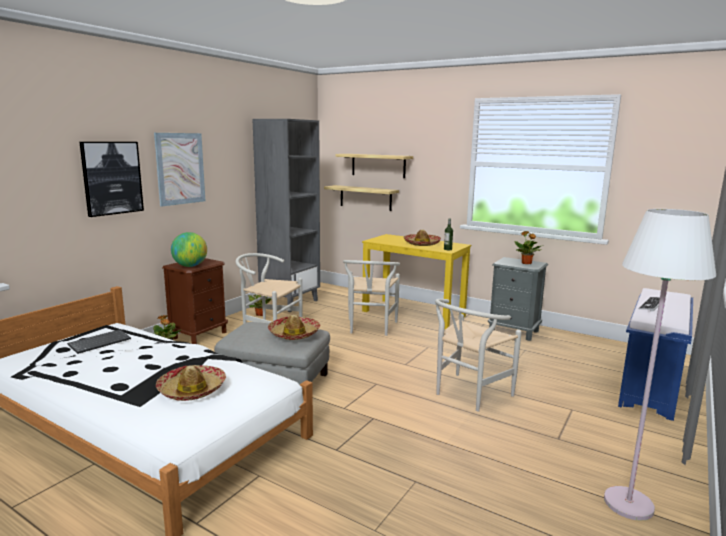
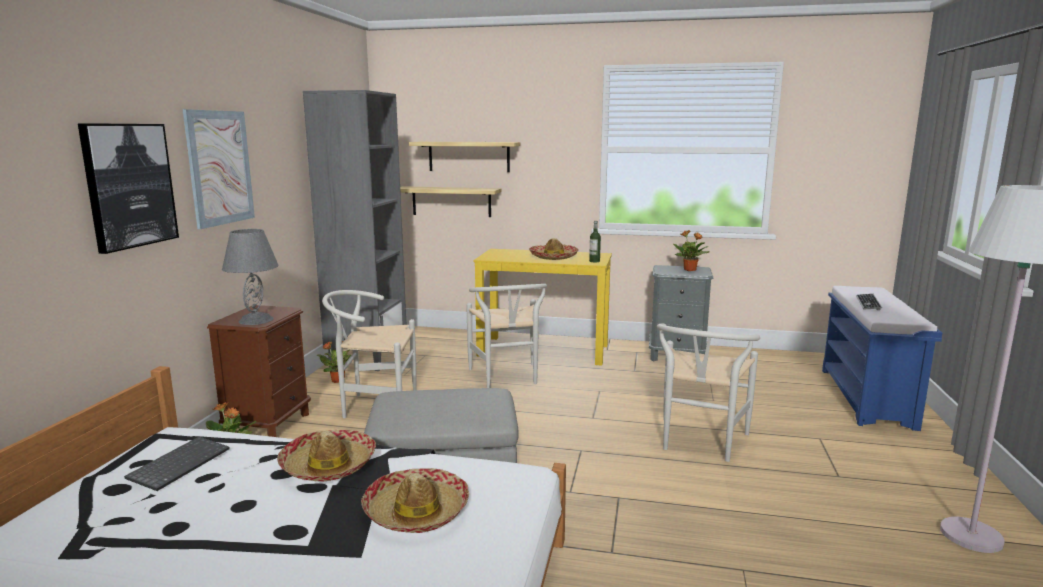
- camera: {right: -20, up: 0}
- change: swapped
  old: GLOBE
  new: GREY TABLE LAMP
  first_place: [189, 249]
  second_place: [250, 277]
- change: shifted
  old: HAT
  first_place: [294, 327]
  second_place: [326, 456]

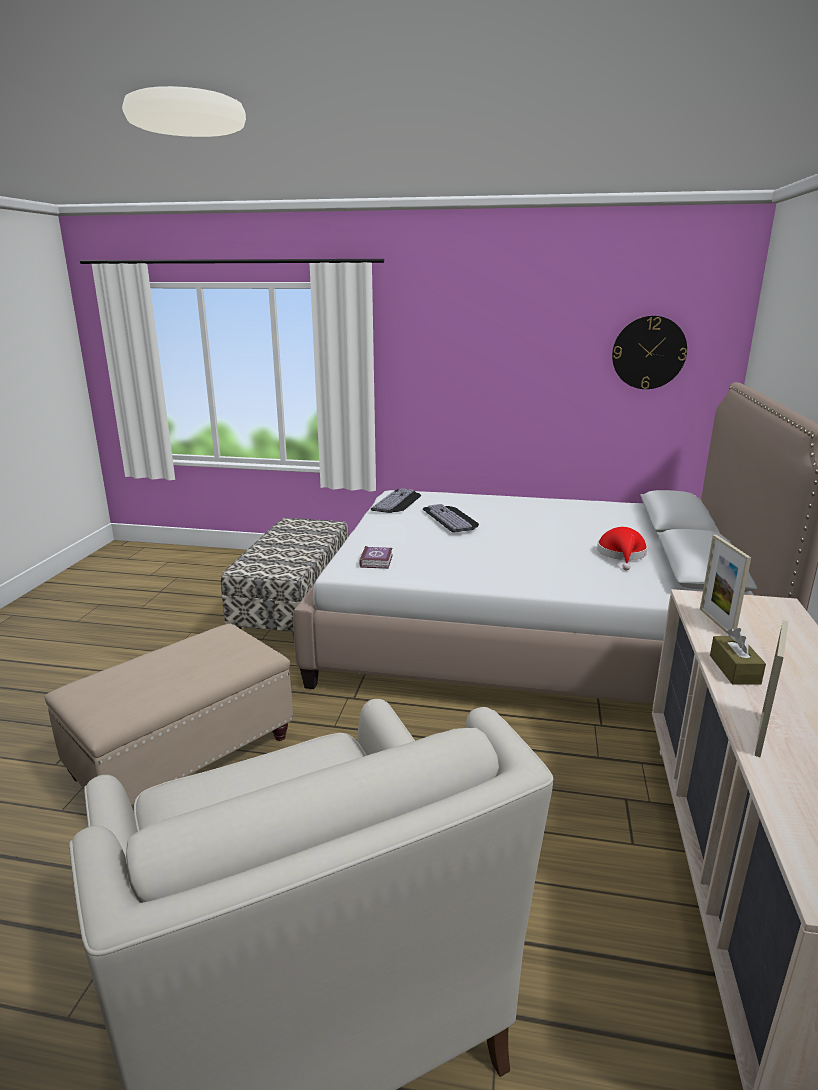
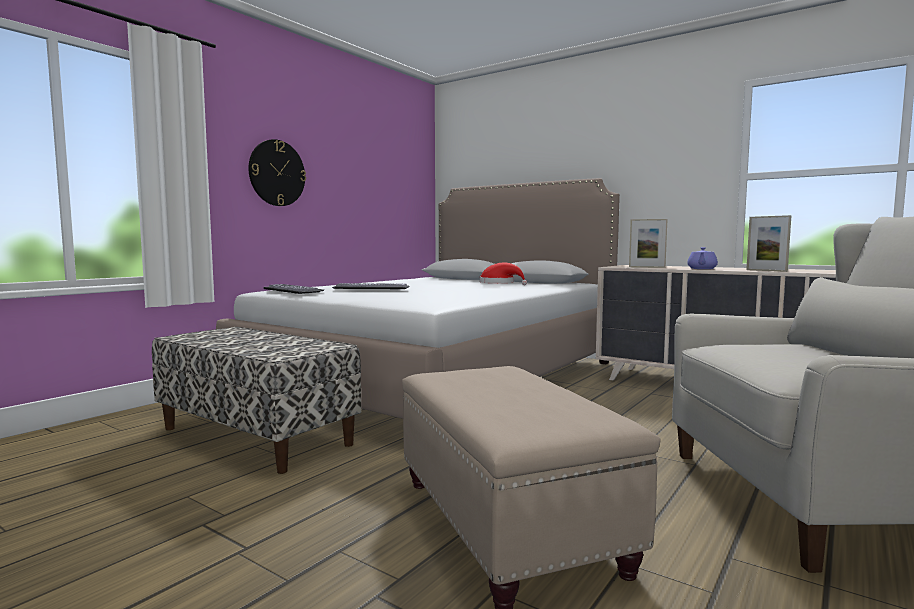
- camera: {right: -65, up: -15}
- change: gone
  old: BOOK
  first_place: [376, 557]
- change: shifted
  old: WALL CLOCK
  first_place: [649, 352]
  second_place: [277, 172]
- change: swapped
  old: BROWN TISSUE BOX
  new: PURPLE TEAPOT
  first_place: [738, 656]
  second_place: [702, 258]

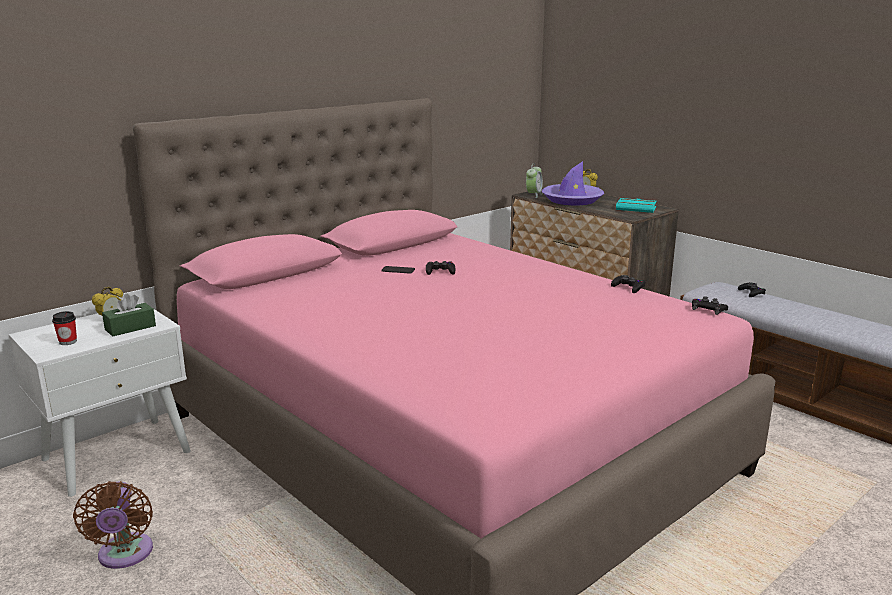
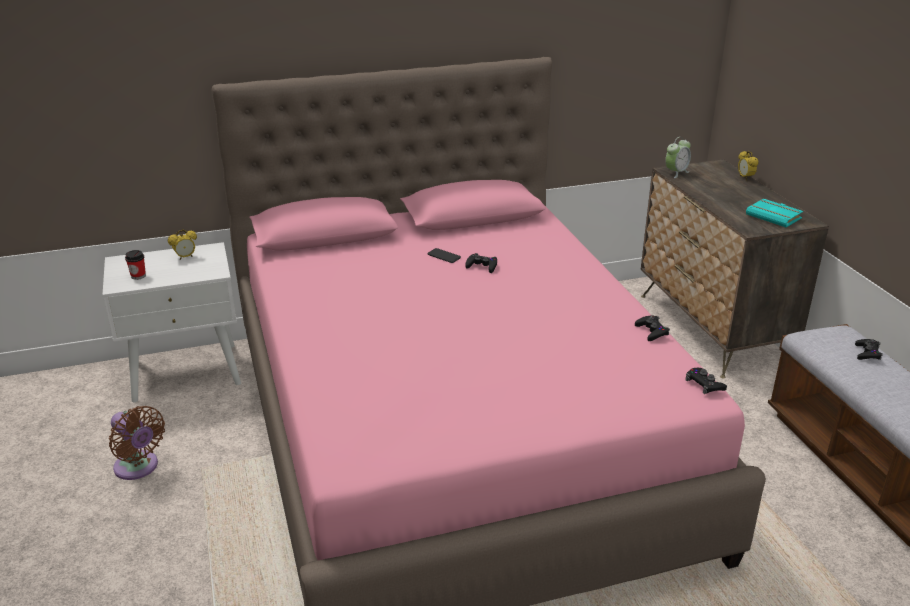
- camera: {right: 25, up: 10}
- change: rotated
  old: BROWN FAN
  first_place: [113, 525]
  second_place: [137, 443]
  degrees: -60
- change: gone
  old: GREEN TISSUE BOX
  first_place: [129, 315]
- change: gone
  old: PURPLE HAT
  first_place: [573, 183]

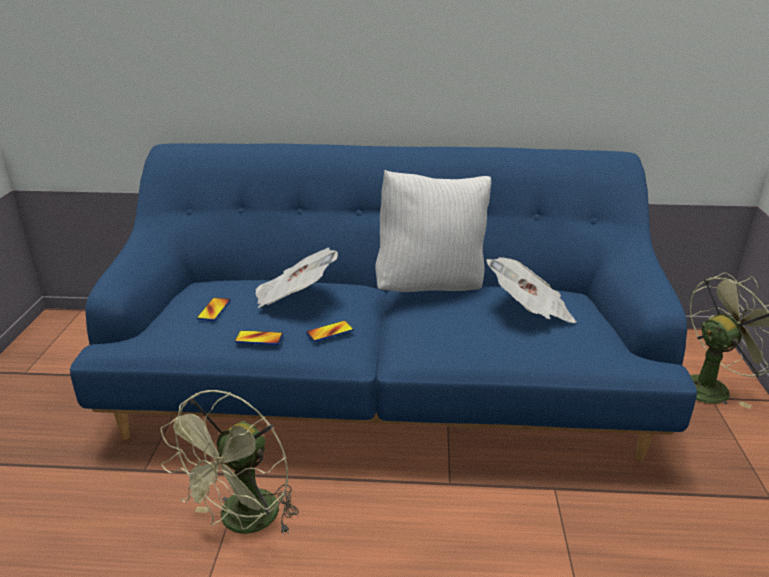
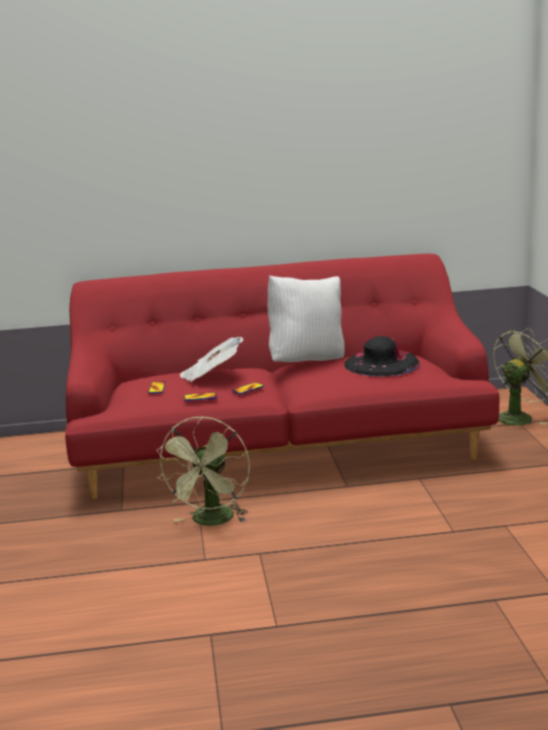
- camera: {right: -10, up: -10}
- change: repainted
  old: BLUE SOFA
  new: RED SOFA
  first_place: [383, 302]
  second_place: [282, 376]
- change: swapped
  old: NEWSPAPER
  new: BLACK HAT
  first_place: [531, 290]
  second_place: [382, 356]

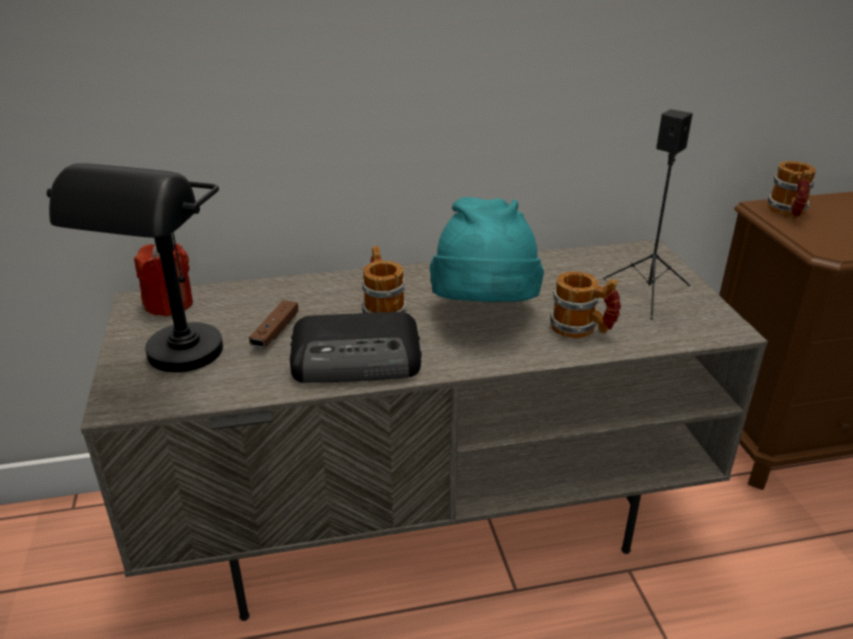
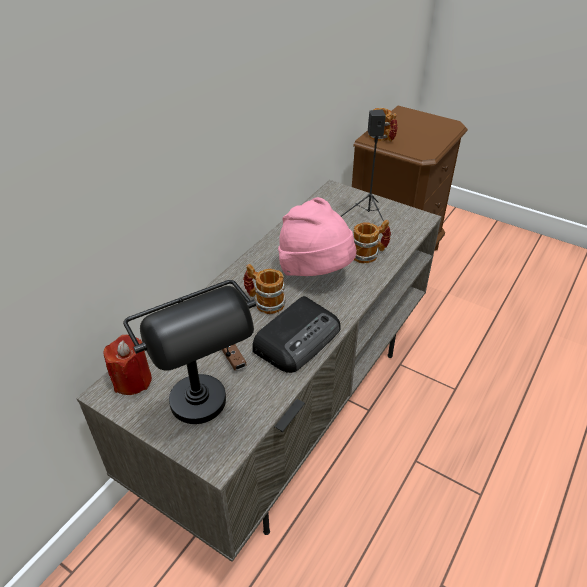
- camera: {right: -45, up: 10}
- change: repainted
  old: TURQUOISE HAT
  new: PINK HAT
  first_place: [487, 249]
  second_place: [317, 236]

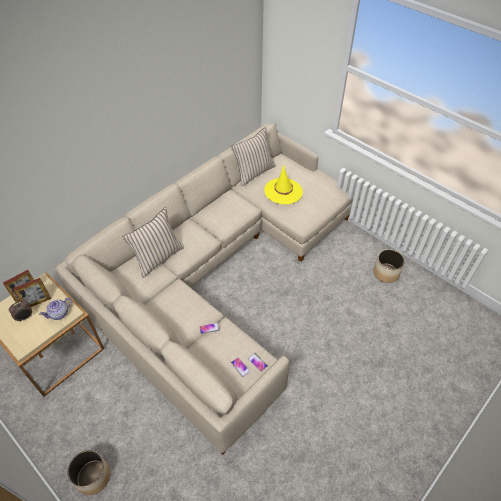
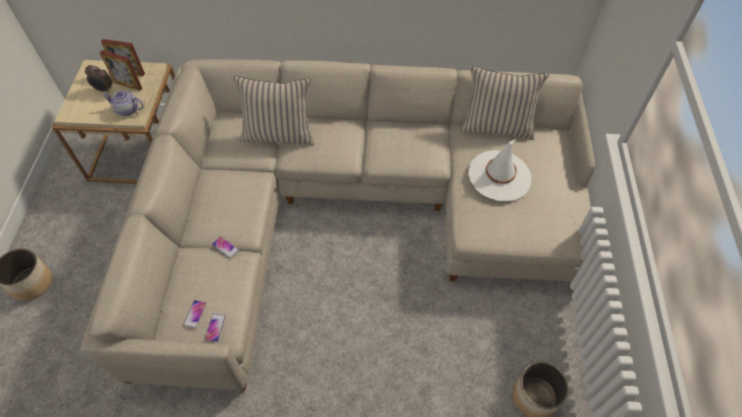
- camera: {right: 50, up: 5}
- change: repainted
  old: YELLOW HAT
  new: WHITE HAT
  first_place: [283, 185]
  second_place: [500, 170]

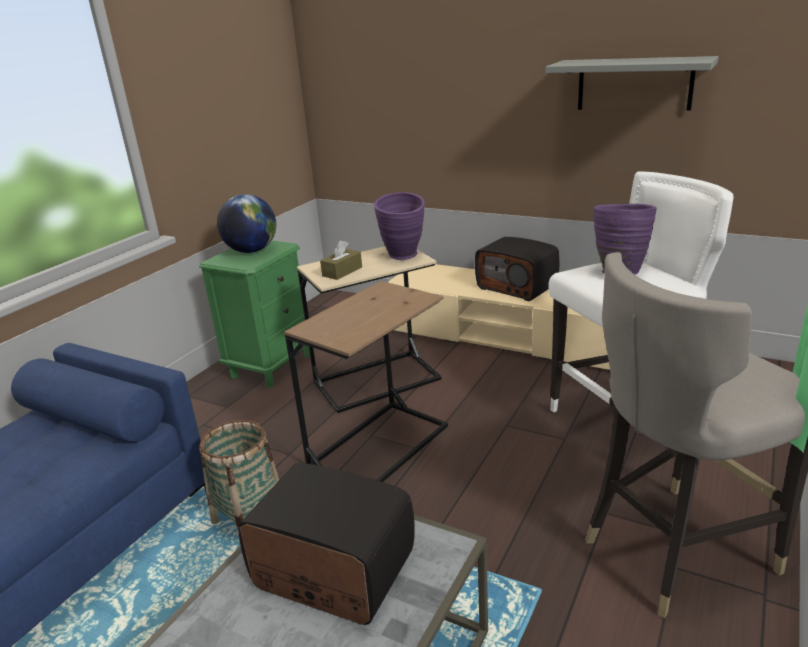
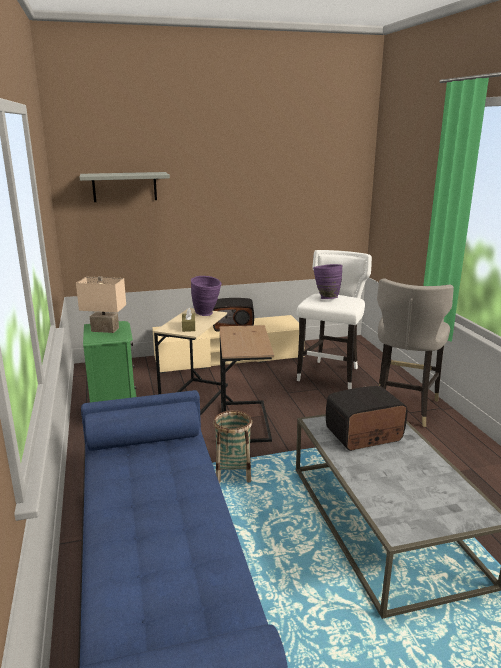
- camera: {right: -45, up: -5}
- change: swapped
  old: GLOBE
  new: BEIGE TABLE LAMP
  first_place: [246, 223]
  second_place: [101, 304]
- change: shifted
  old: GREY SHELF
  first_place: [632, 83]
  second_place: [125, 187]

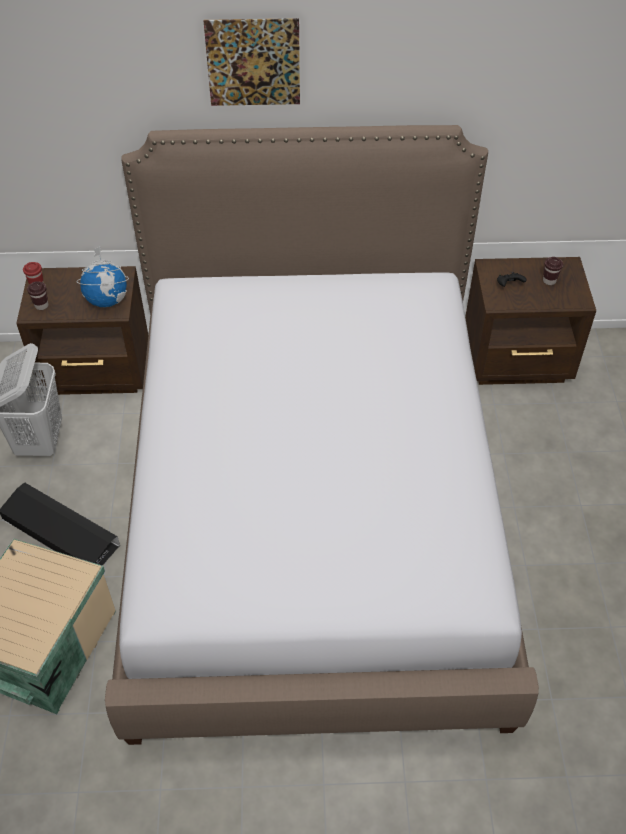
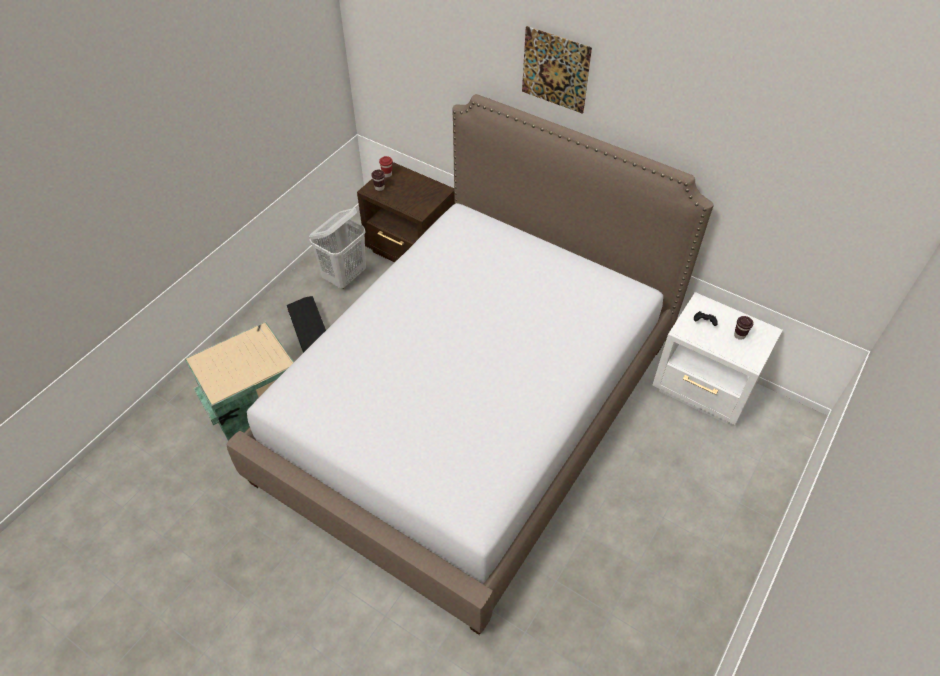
- camera: {right: 35, up: 0}
- change: gone
  old: GLOBE
  first_place: [103, 276]
- change: repainted
  old: BROWN NIGHTSTAND
  new: WHITE NIGHTSTAND
  first_place: [530, 321]
  second_place: [718, 358]

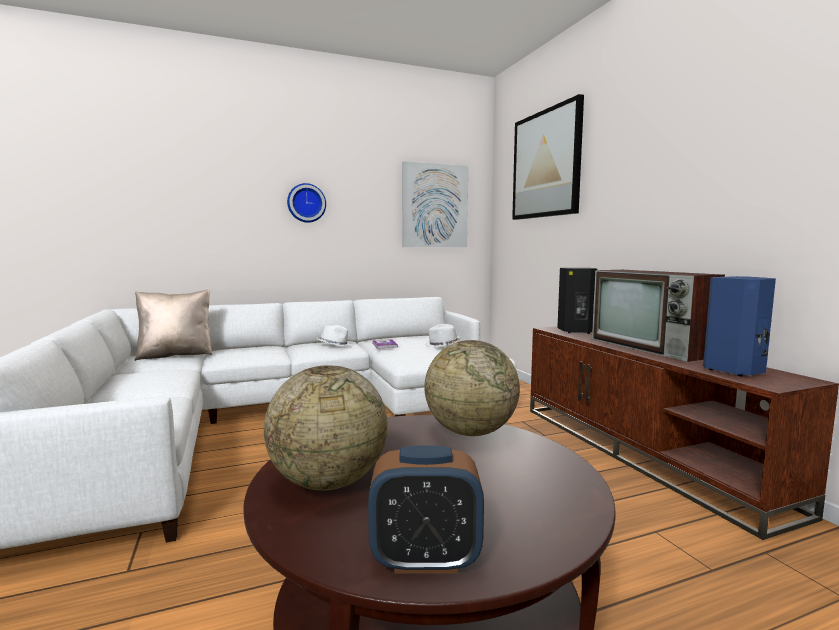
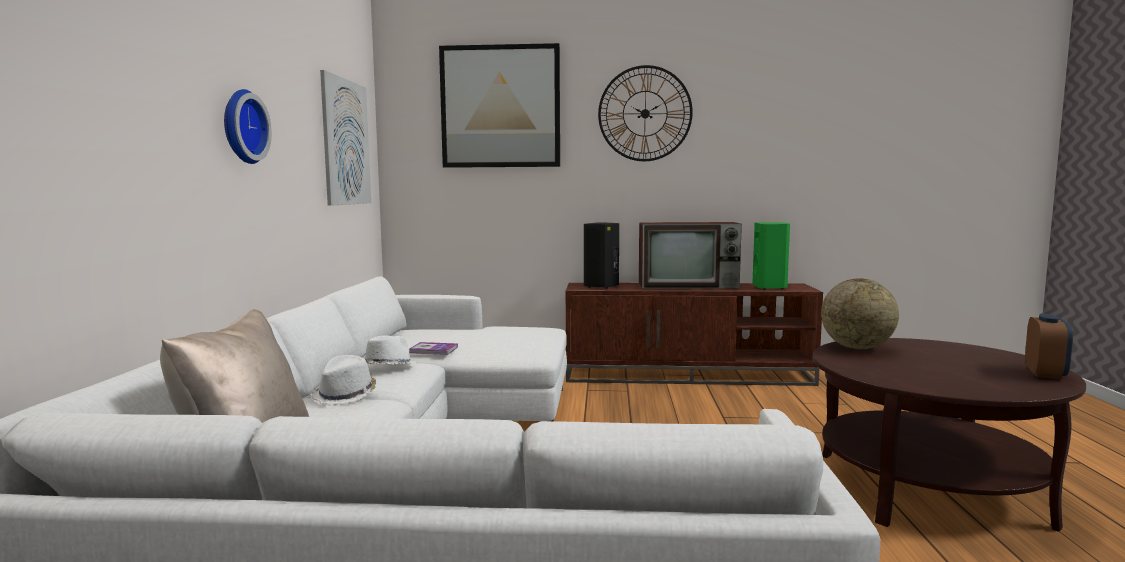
- camera: {right: -65, up: 0}
- change: gone
  old: GLOBE
  first_place: [325, 428]
- change: shifted
  old: WHITE HAT
  first_place: [442, 335]
  second_place: [343, 380]
- change: repainted
  old: BLUE SPEAKER
  new: GREEN SPEAKER
  first_place: [739, 326]
  second_place: [771, 256]
- change: new
  new: WALL CLOCK
  second_place: [645, 113]

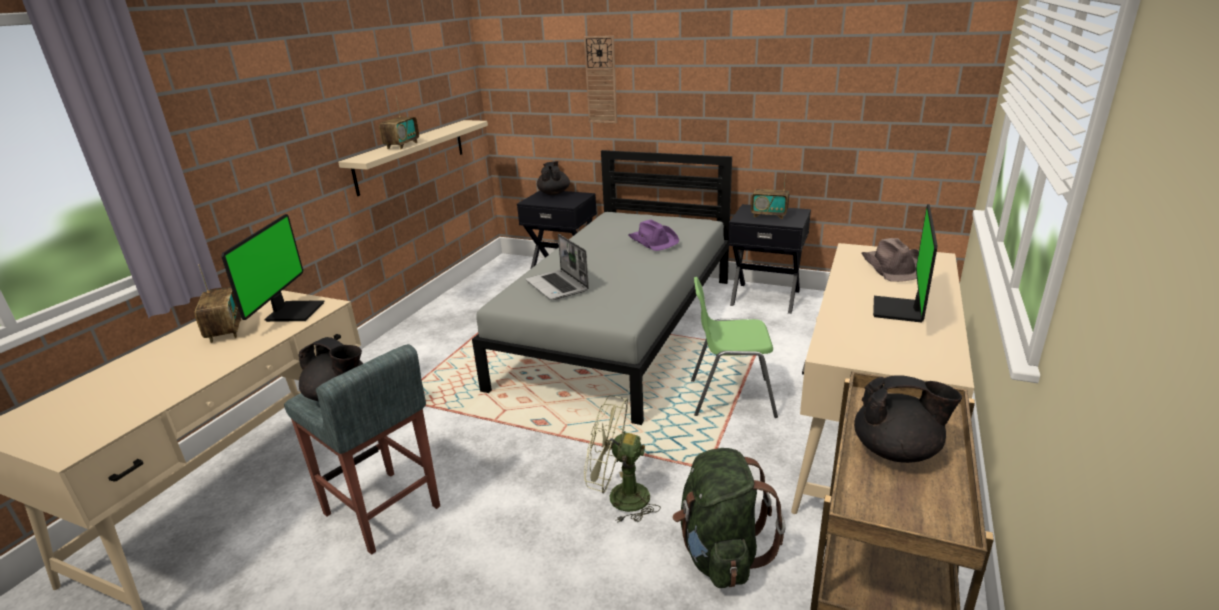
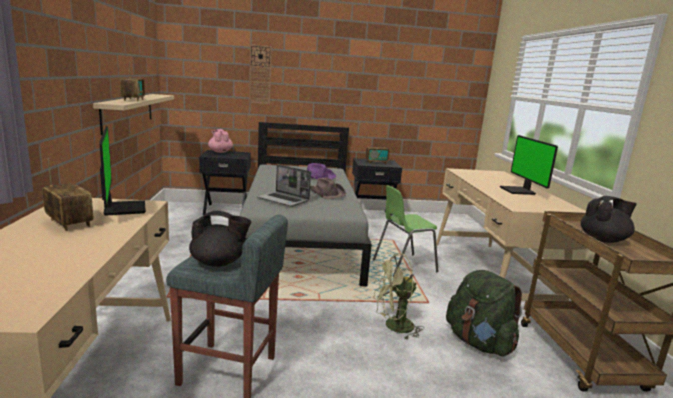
- camera: {right: -30, up: -10}
- change: repainted
  old: BLACK TEAPOT
  new: PINK TEAPOT
  first_place: [553, 178]
  second_place: [220, 141]
- change: shifted
  old: BROWN HAT
  first_place: [890, 260]
  second_place: [328, 188]

